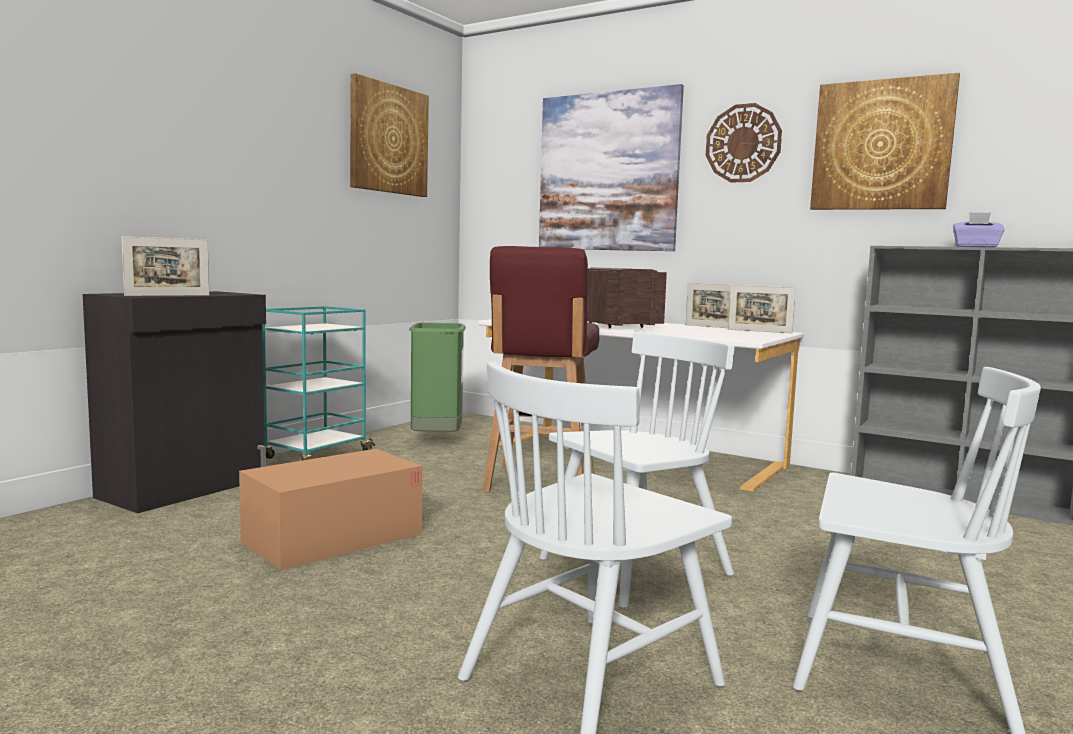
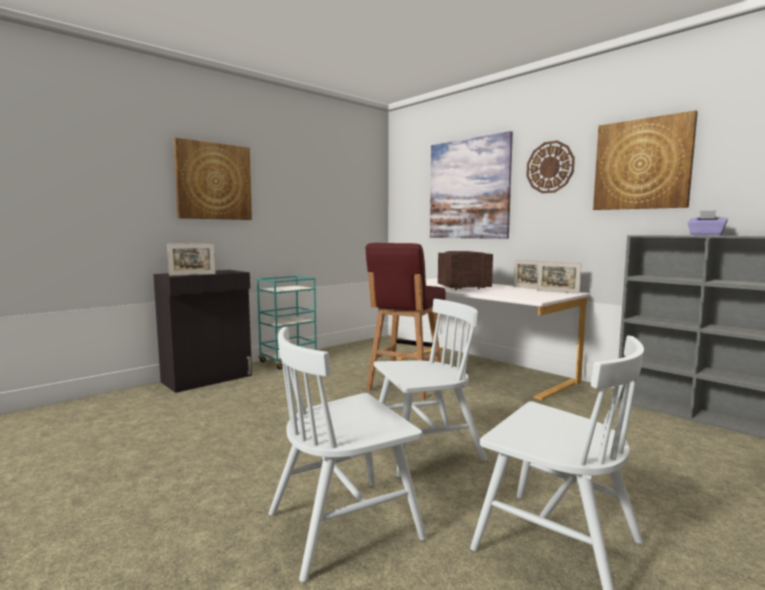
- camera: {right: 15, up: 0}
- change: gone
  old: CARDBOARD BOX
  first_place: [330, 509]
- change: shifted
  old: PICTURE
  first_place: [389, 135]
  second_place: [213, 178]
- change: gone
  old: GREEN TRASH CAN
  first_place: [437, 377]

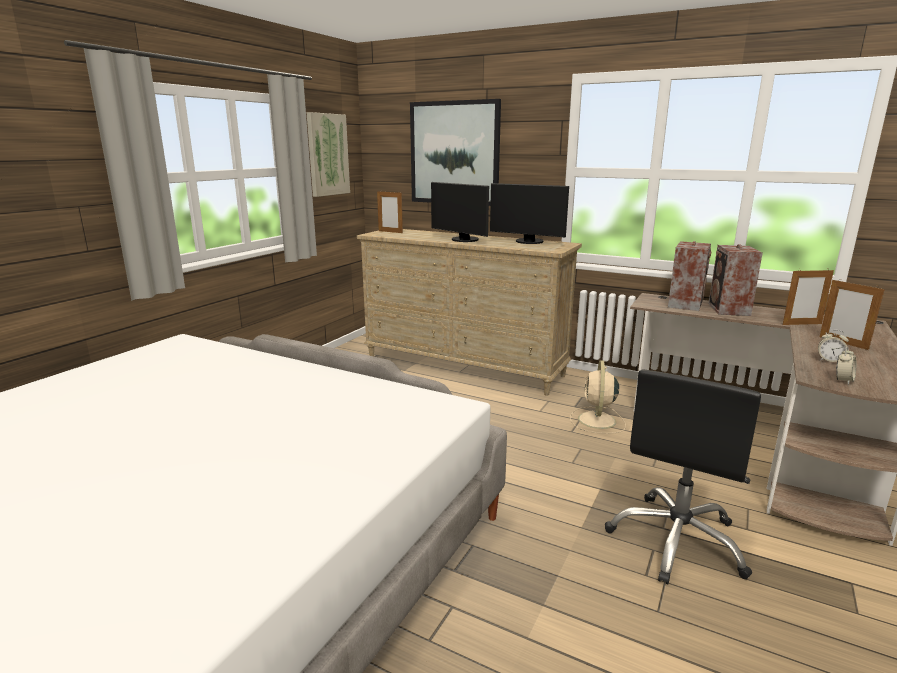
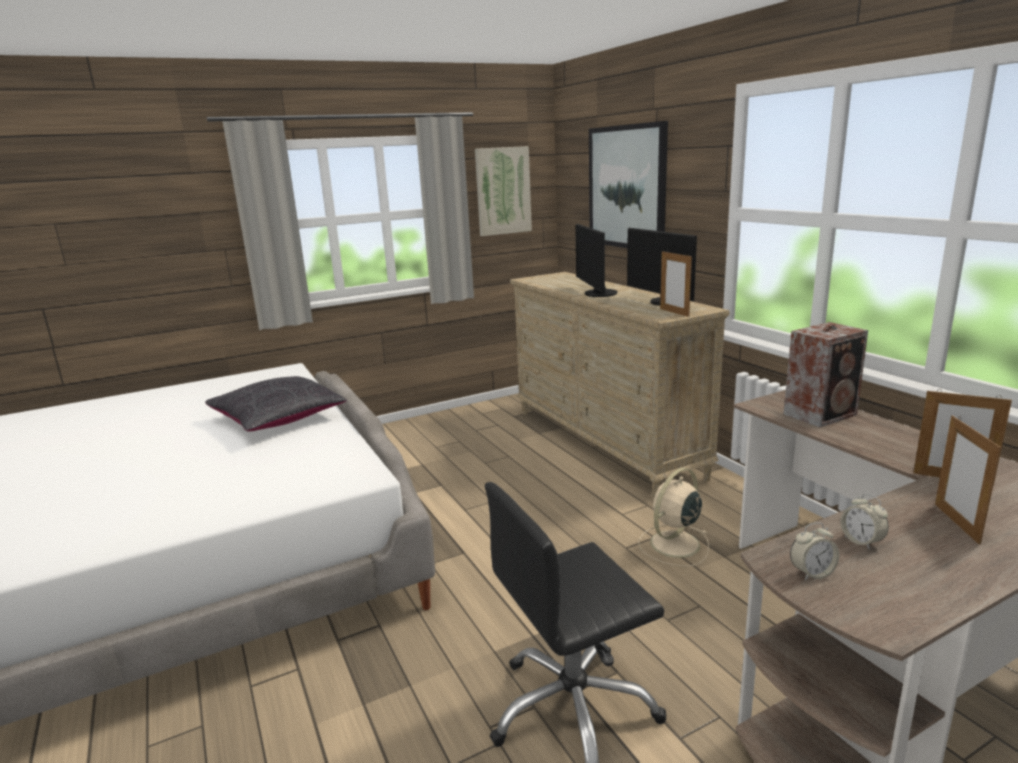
- camera: {right: 35, up: 0}
- change: shifted
  old: PICTURE FRAME
  first_place: [390, 211]
  second_place: [676, 284]
- change: gone
  old: SPEAKER
  first_place: [735, 280]
- change: new
  new: BLACK PILLOW
  second_place: [276, 403]

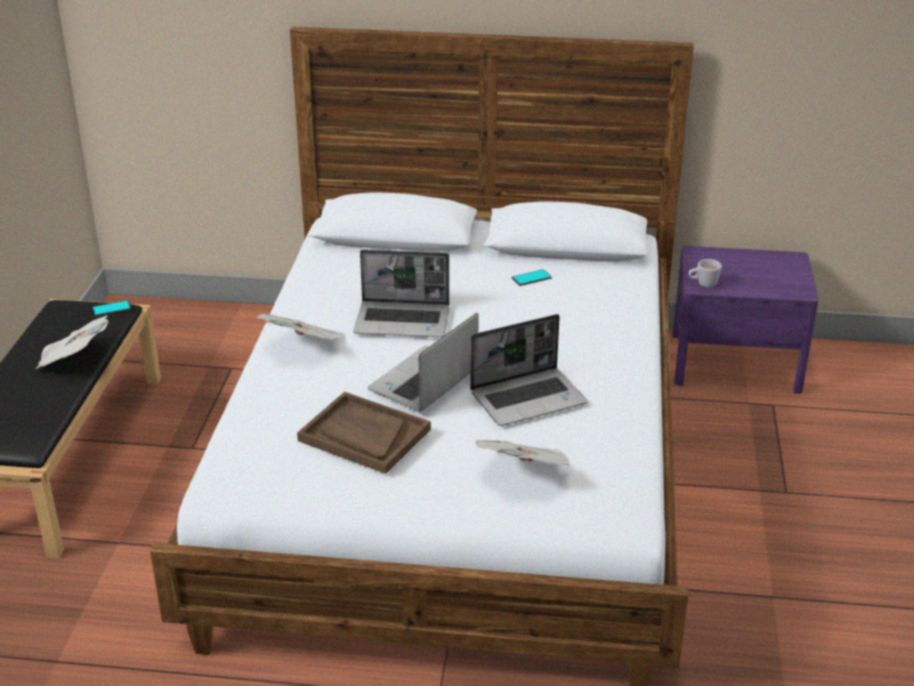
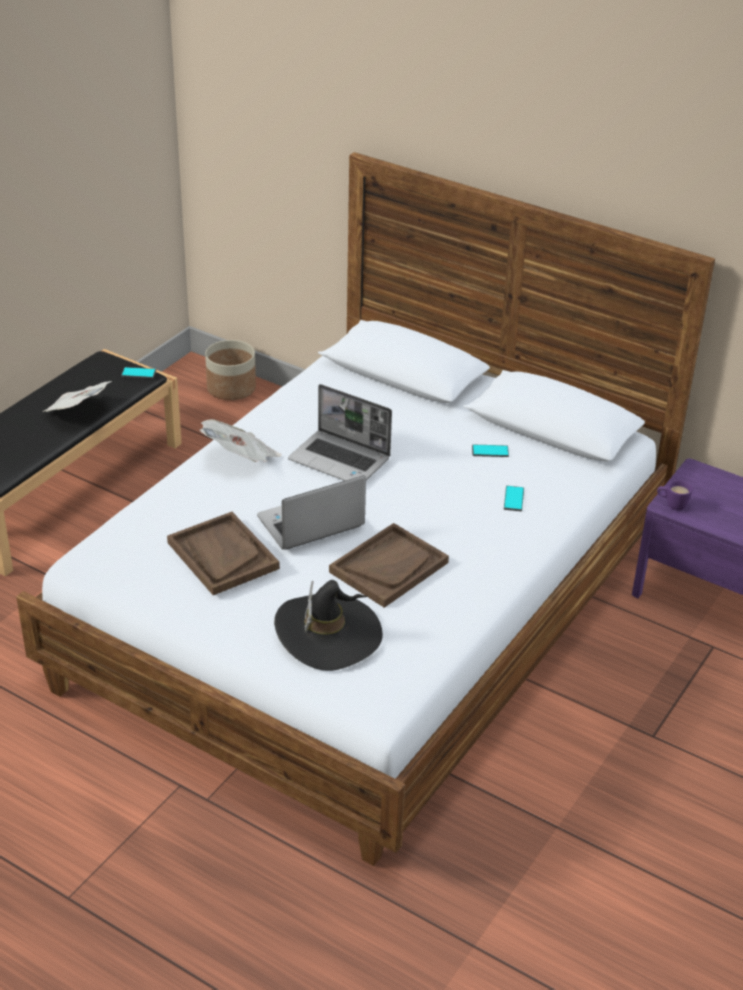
- camera: {right: 25, up: 5}
- change: swapped
  old: LAPTOP
  new: BROWN TRAY
  first_place: [528, 370]
  second_place: [389, 565]
- change: swapped
  old: NEWSPAPER
  new: BLACK HAT
  first_place: [522, 453]
  second_place: [328, 625]
- change: repainted
  old: WHITE MUG
  new: PURPLE MUG
  first_place: [705, 273]
  second_place: [675, 495]
- change: new
  new: PLANTER
  second_place: [230, 370]
- change: new
  new: PHONE
  second_place: [514, 498]

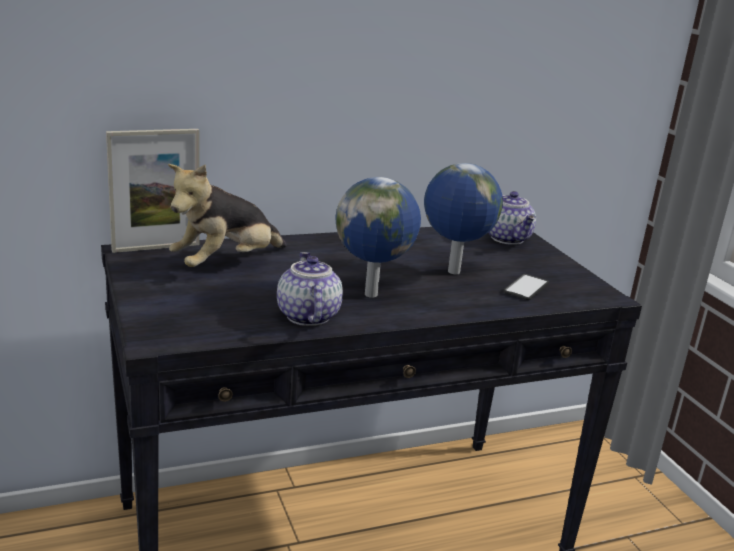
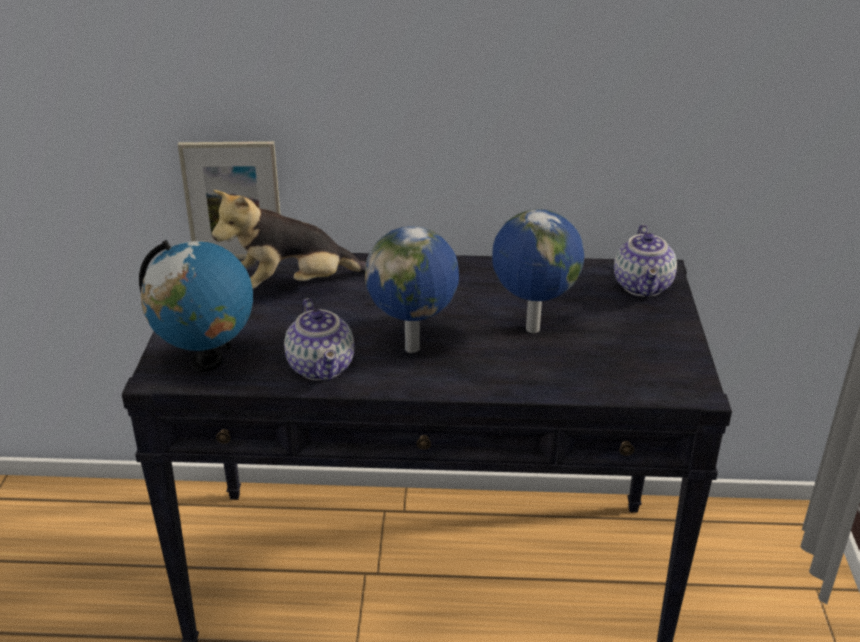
- camera: {right: 25, up: 10}
- change: rotated
  old: TEAPOT
  first_place: [310, 289]
  second_place: [319, 339]
  degrees: 150
- change: gone
  old: PHONE
  first_place: [526, 287]
- change: new
  new: GLOBE
  second_place: [196, 306]

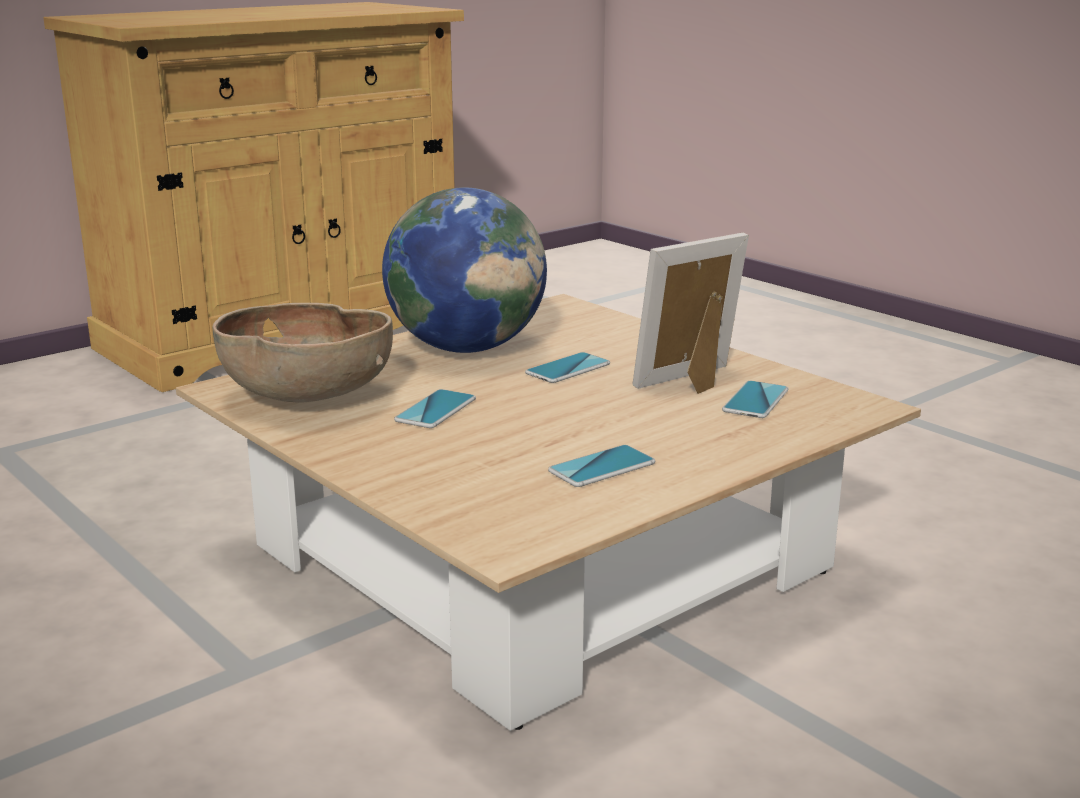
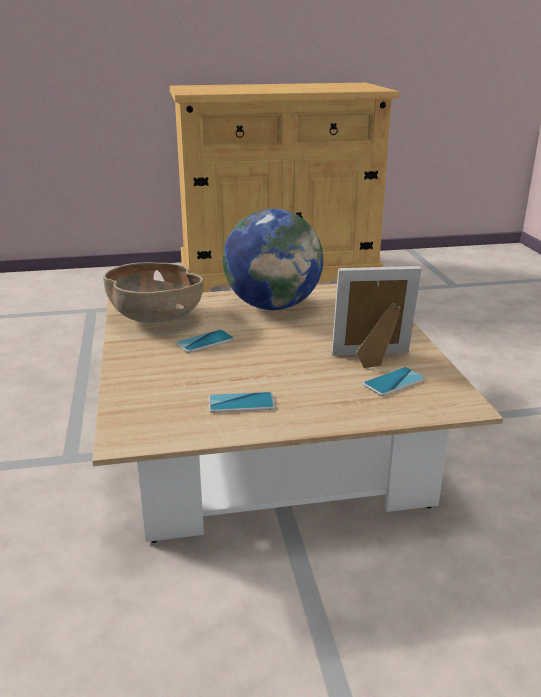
- camera: {right: 30, up: 5}
- change: gone
  old: PHONE
  first_place: [567, 367]

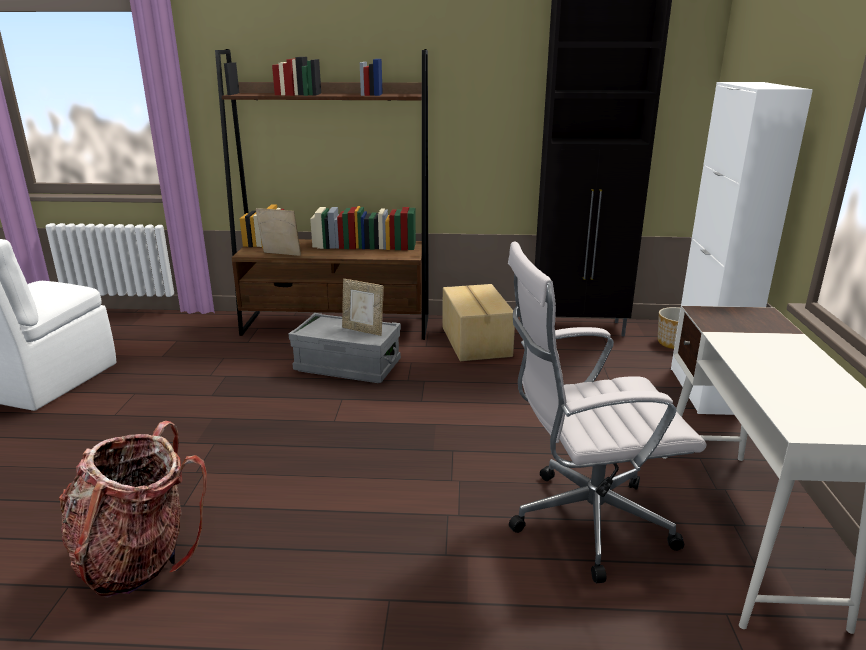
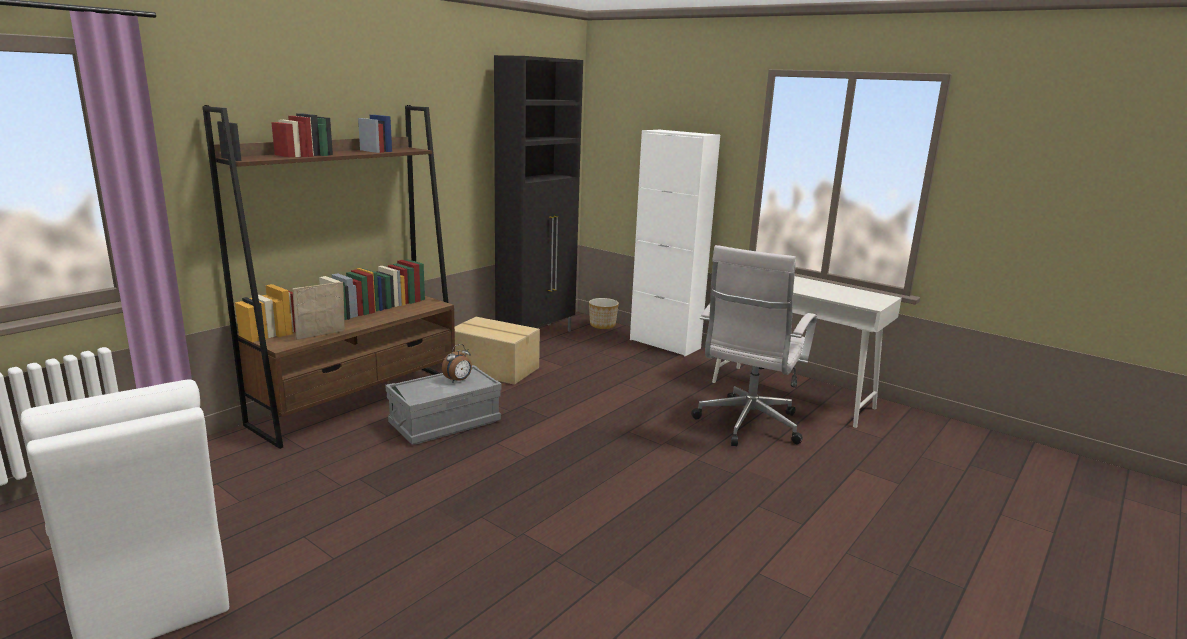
- camera: {right: -55, up: -5}
- change: gone
  old: BACKPACK
  first_place: [133, 509]
- change: swapped
  old: PICTURE FRAME
  new: ALARM CLOCK
  first_place: [363, 307]
  second_place: [457, 363]

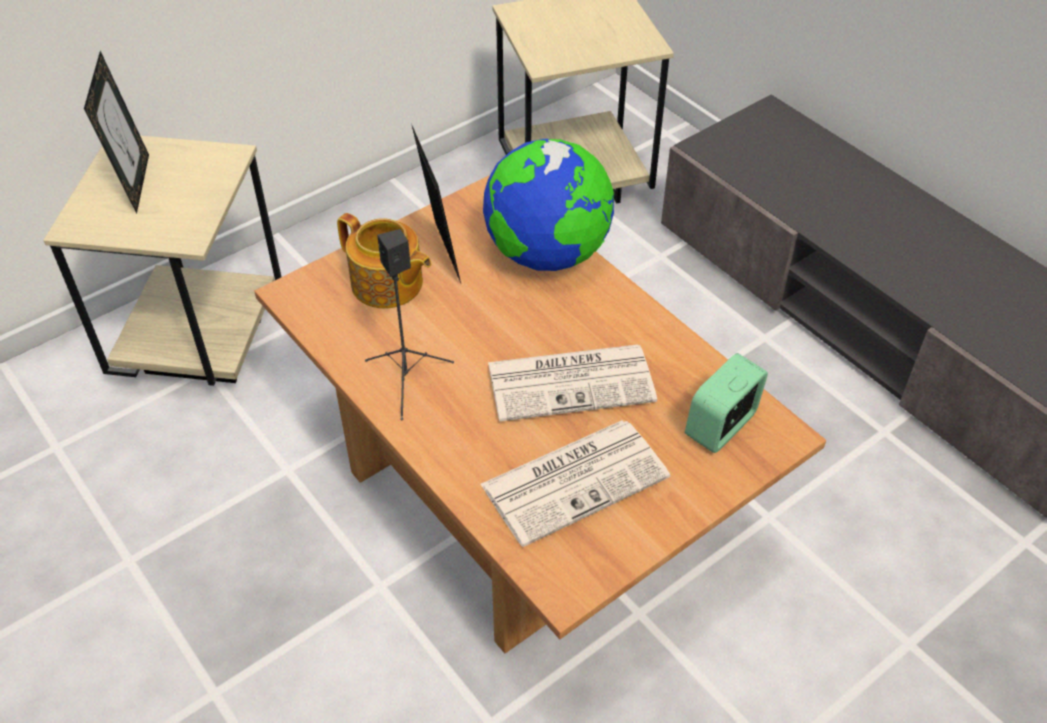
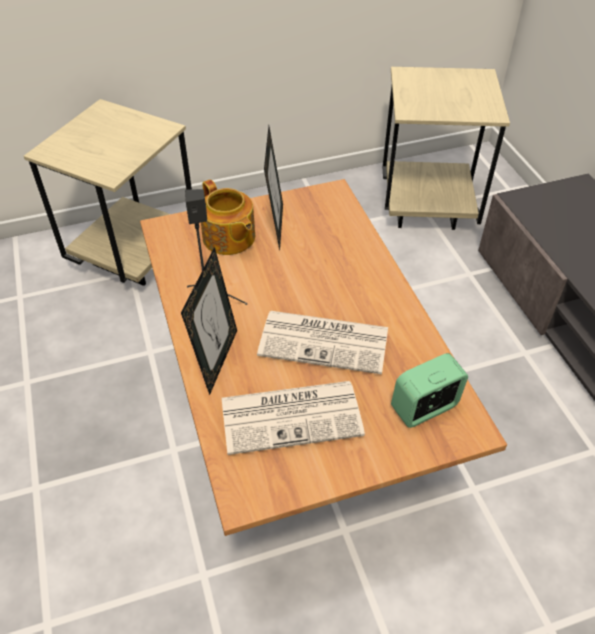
- camera: {right: 20, up: 0}
- change: shifted
  old: PICTURE FRAME
  first_place: [116, 132]
  second_place: [209, 321]
- change: gone
  old: GLOBE
  first_place: [548, 205]

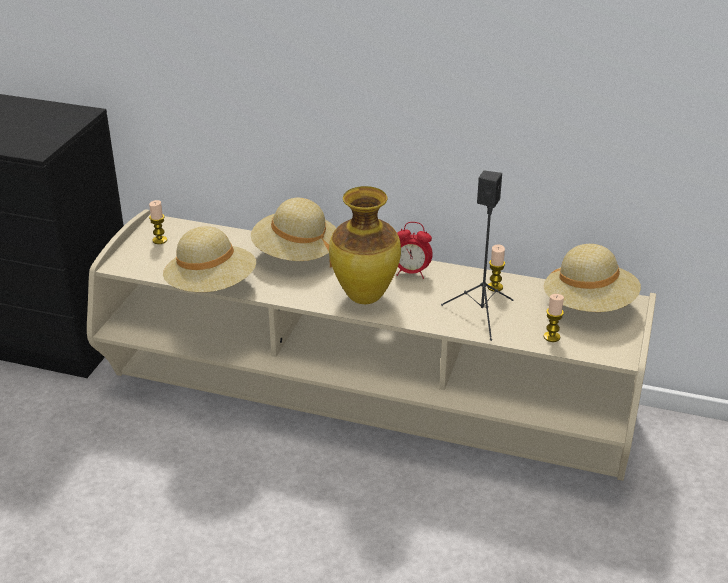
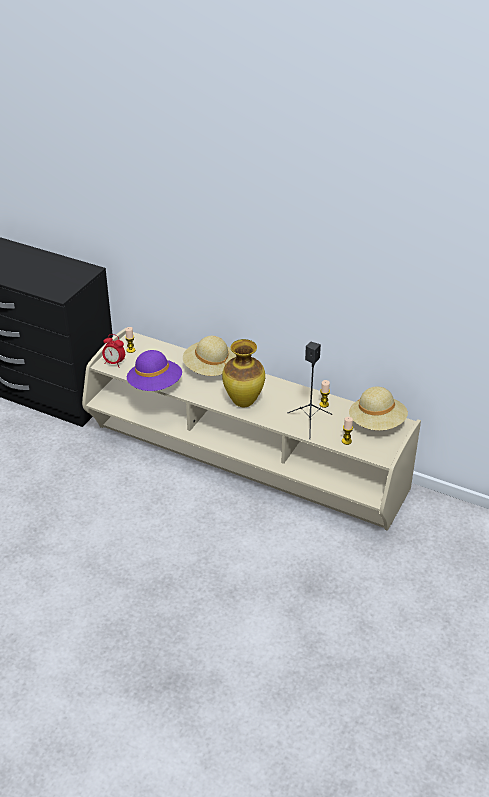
- camera: {right: 10, up: 5}
- change: repainted
  old: BEIGE HAT
  new: PURPLE HAT
  first_place: [209, 259]
  second_place: [154, 370]
- change: shifted
  old: ALARM CLOCK
  first_place: [415, 250]
  second_place: [113, 350]

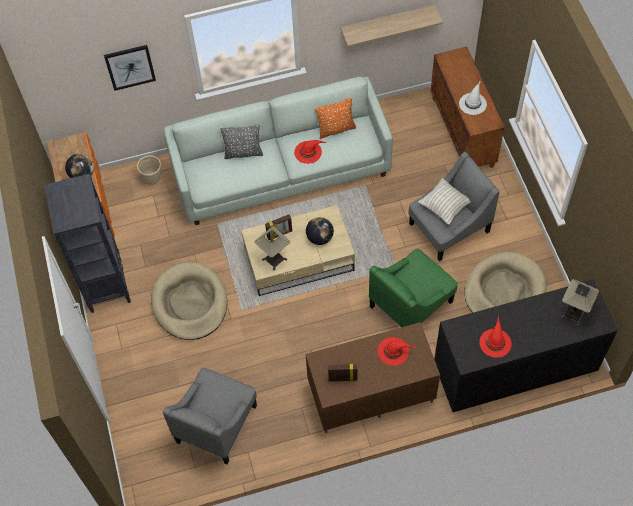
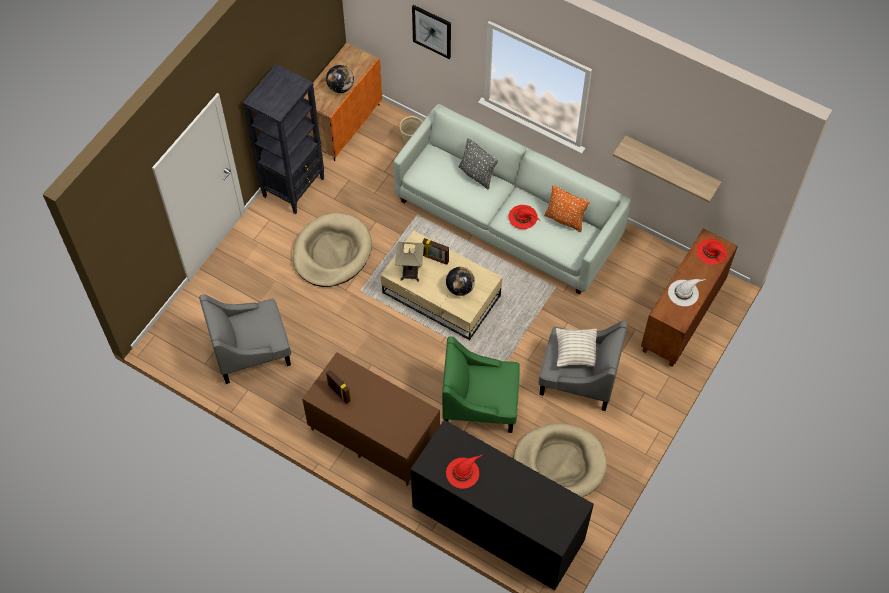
- camera: {right: 45, up: 0}
- change: shifted
  old: RED HAT
  first_place: [397, 351]
  second_place: [713, 251]
- change: gone
  old: TABLE LAMP
  first_place: [580, 302]

